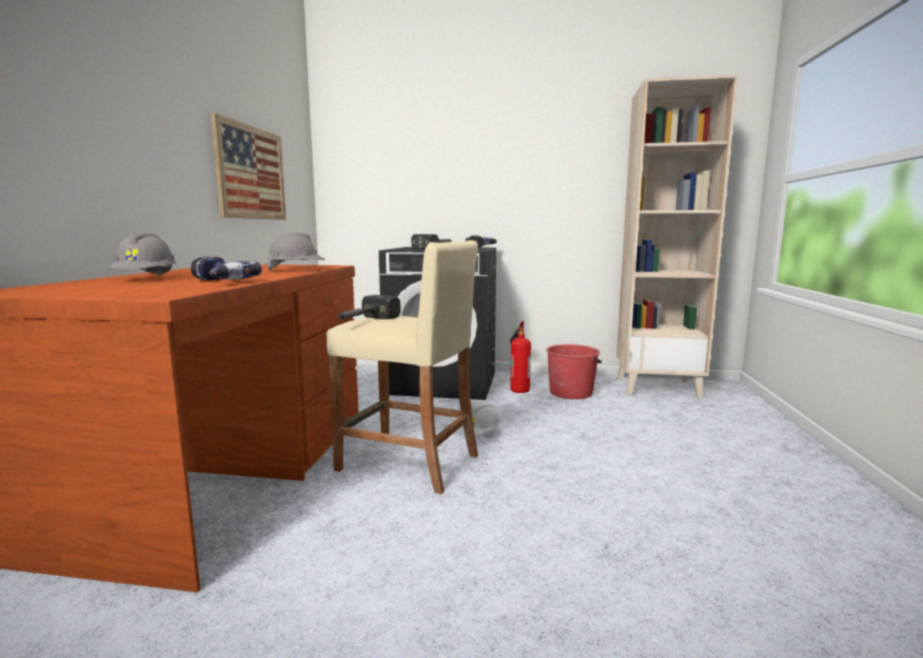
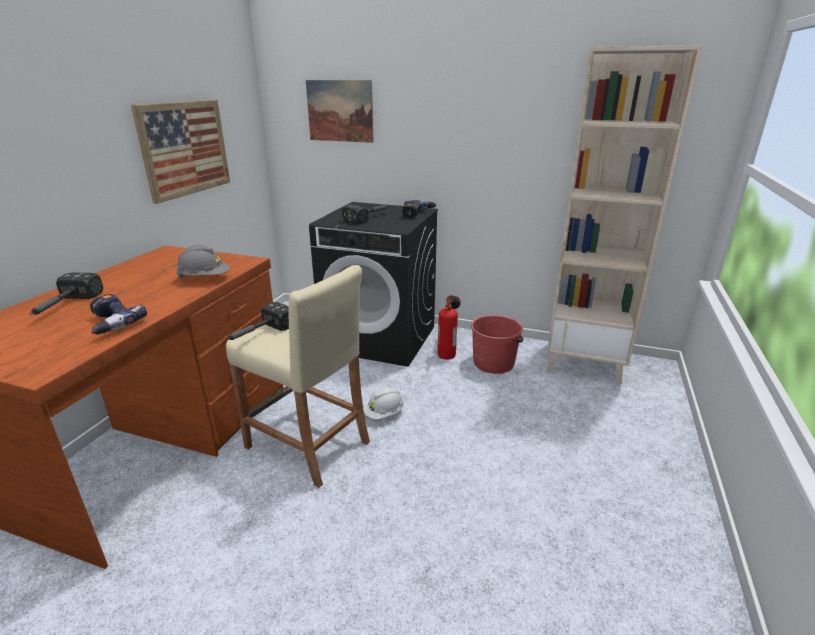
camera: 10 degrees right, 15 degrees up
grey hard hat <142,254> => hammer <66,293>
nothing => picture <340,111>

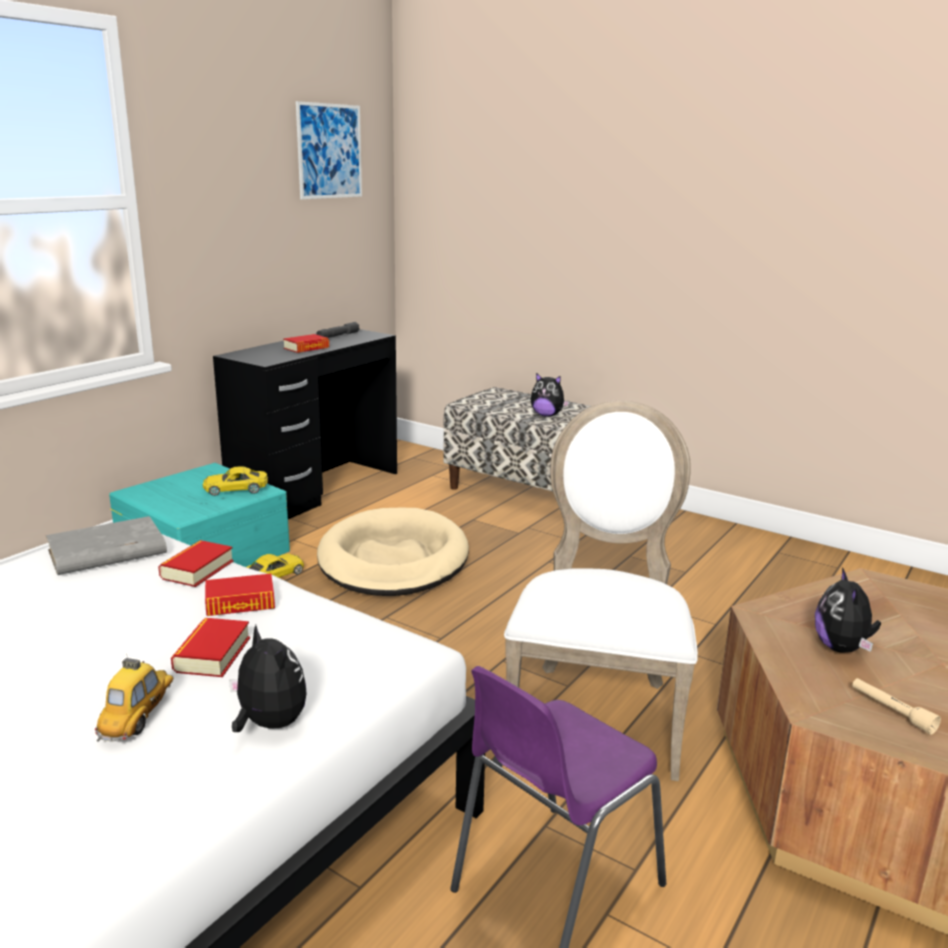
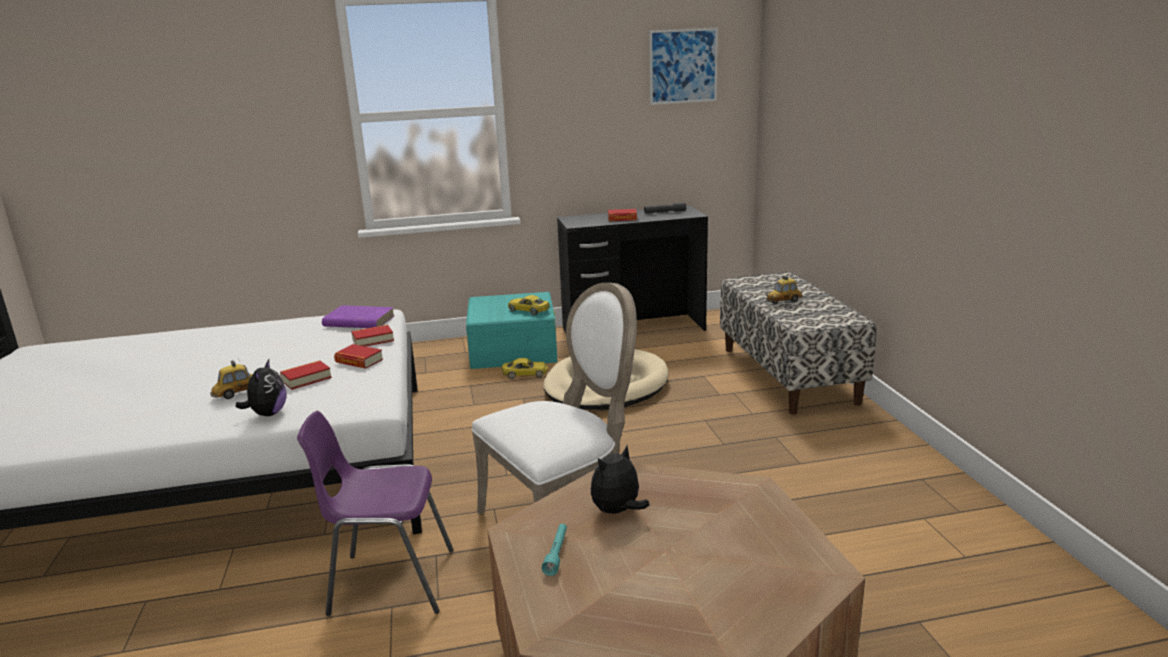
camera: 45 degrees right, 0 degrees up
plush toy <550,395> => toy car <784,289>
grey book <106,545> => purple book <358,316>
beige flashlight <896,706> => turquoise flashlight <554,550>

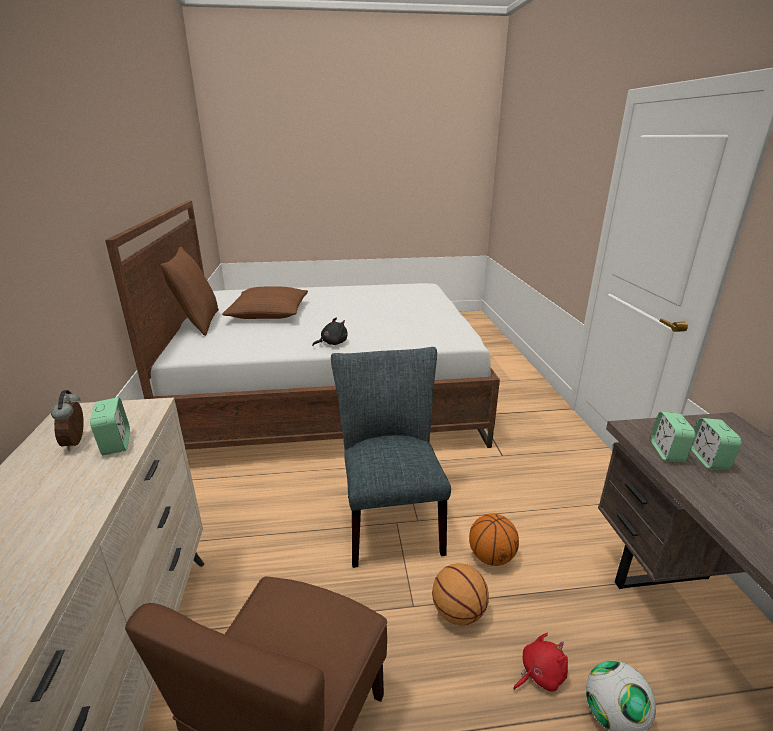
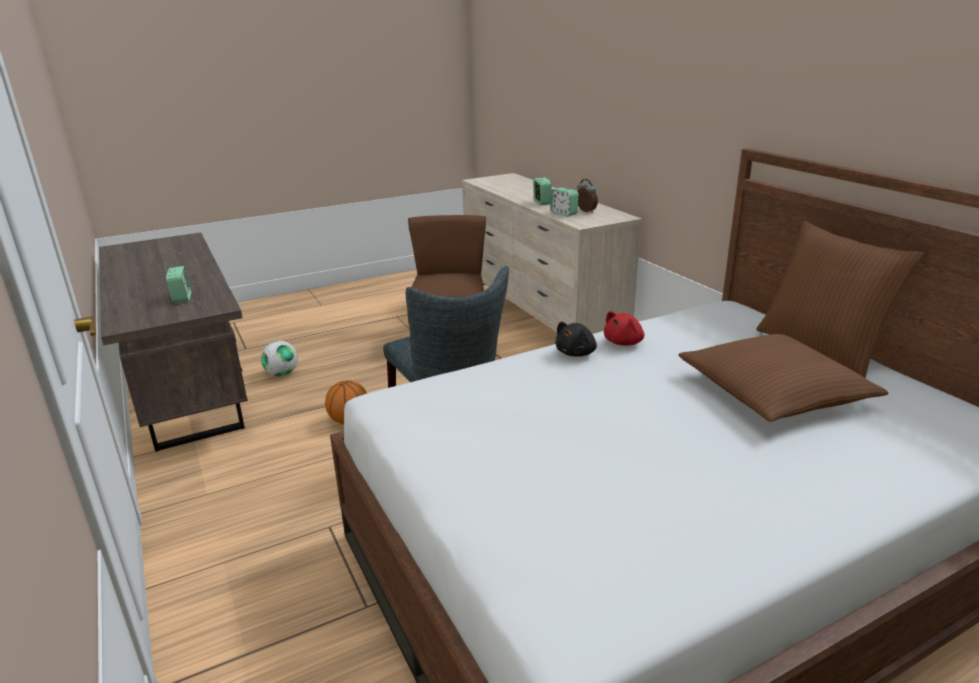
camera: 160 degrees right, 0 degrees up
alarm clock <673,437> => alarm clock <542,191>, moved
basketball <460,594> => nothing
red plush toy <540,662> => red plush toy <624,328>, moved

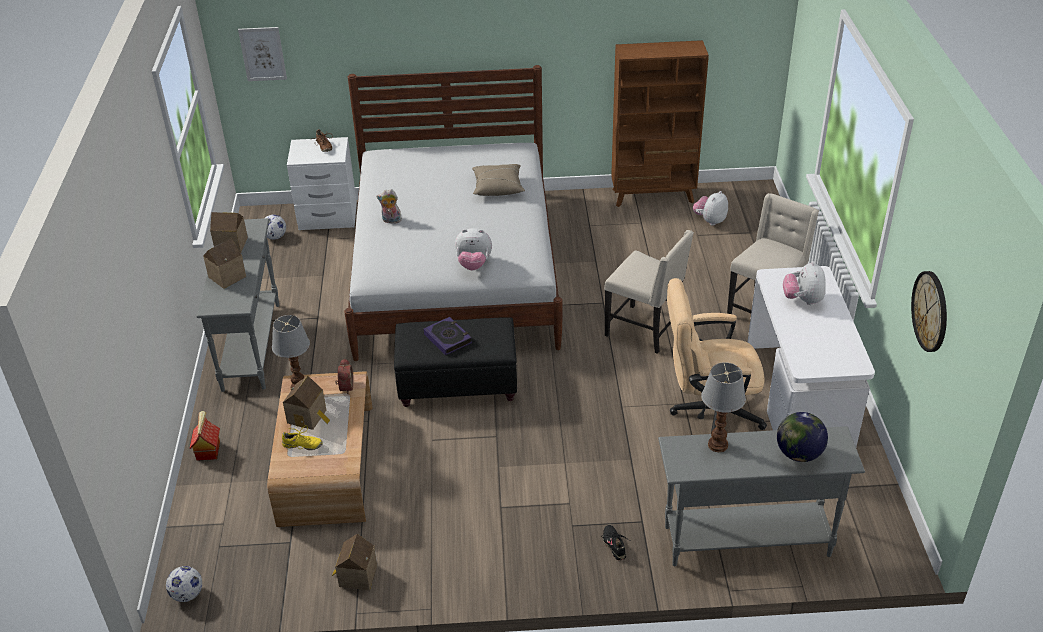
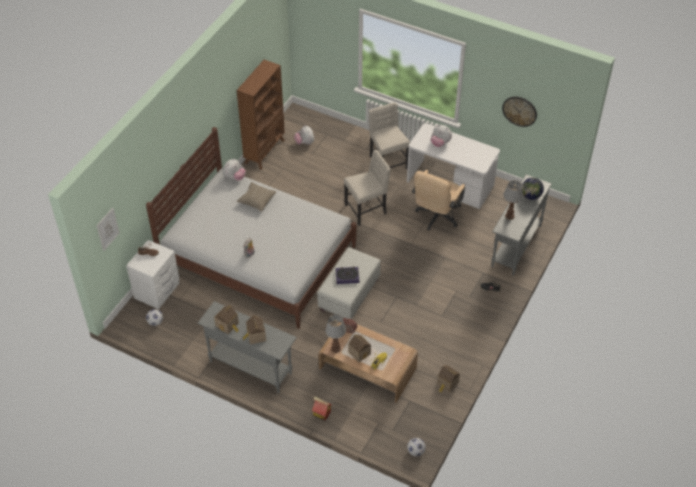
camera: 60 degrees left, 10 degrees up
plush toy <473,249> => plush toy <234,169>, moved
black ottoman <455,362> => white ottoman <349,283>

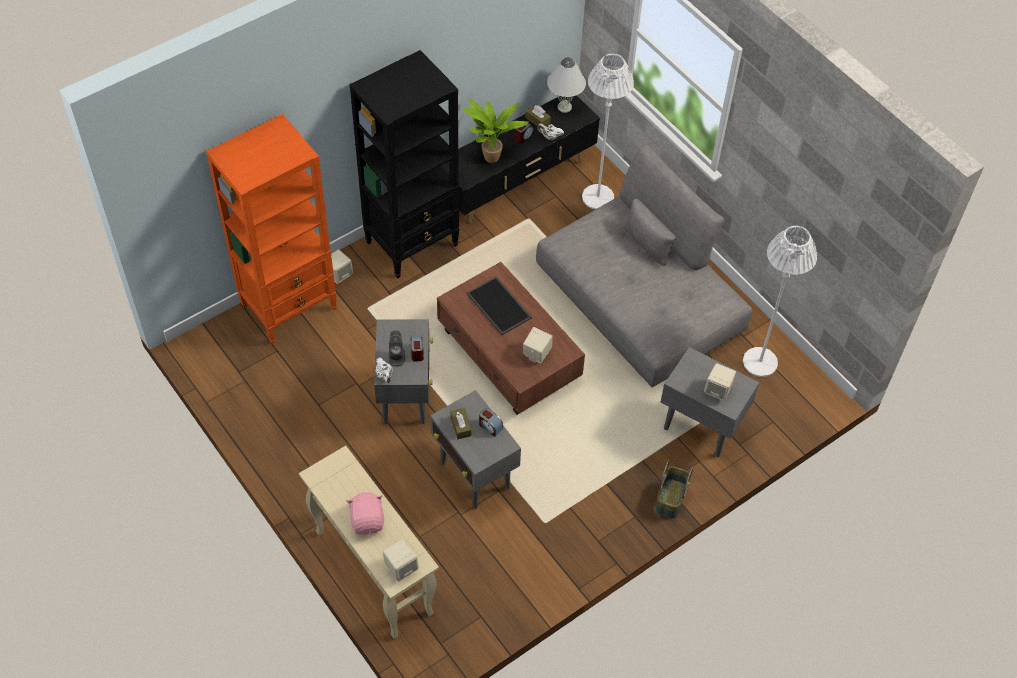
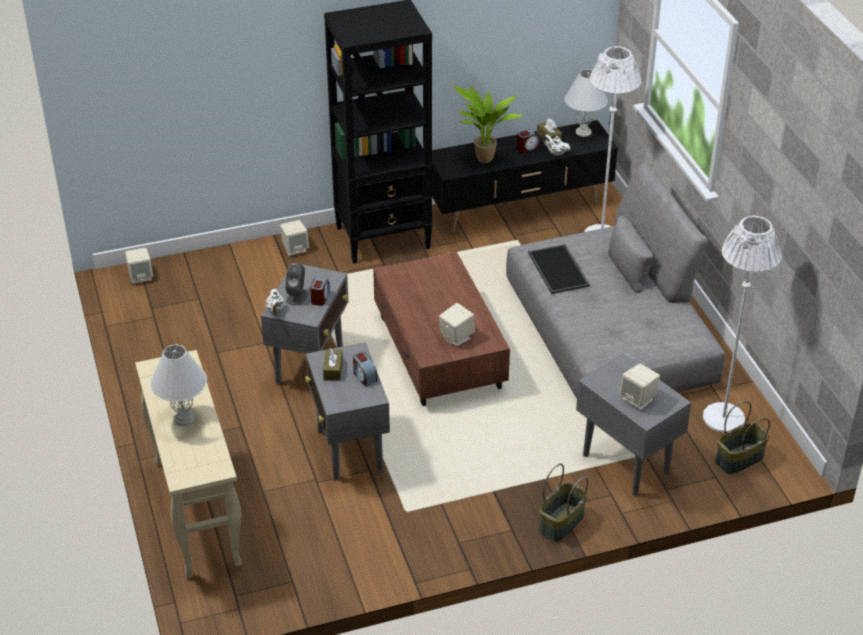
camera: 20 degrees right, 15 degrees down
orange bookcase <271,229> => nothing
tray <499,305> => tray <559,269>, moved
pink plush toy <365,513> => white table lamp <178,385>
beige speaker <401,560> => beige speaker <139,265>, moved
nothing => basket <742,437>

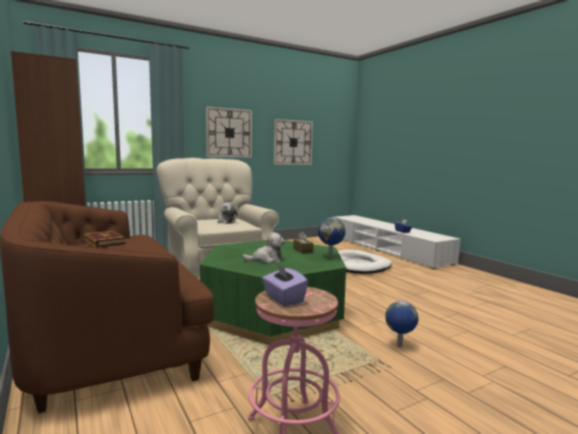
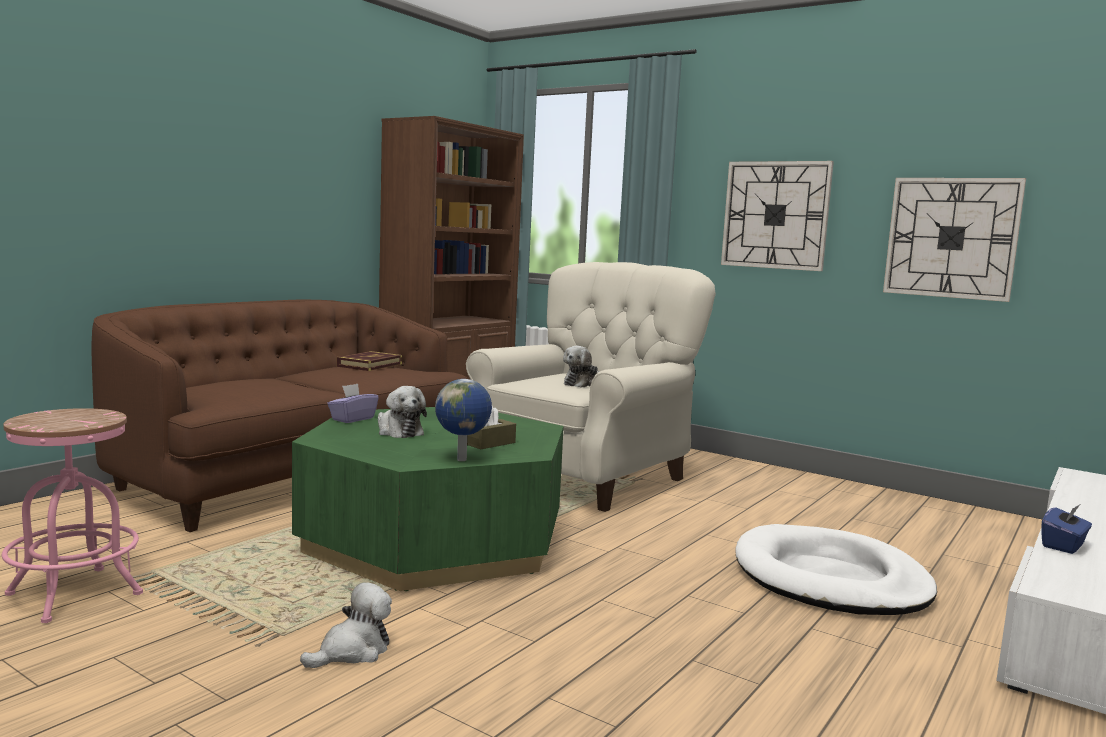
camera: 65 degrees right, 0 degrees up
purple tissue box <285,284> => purple tissue box <353,403>, moved
globe <401,324> => plush toy <346,625>

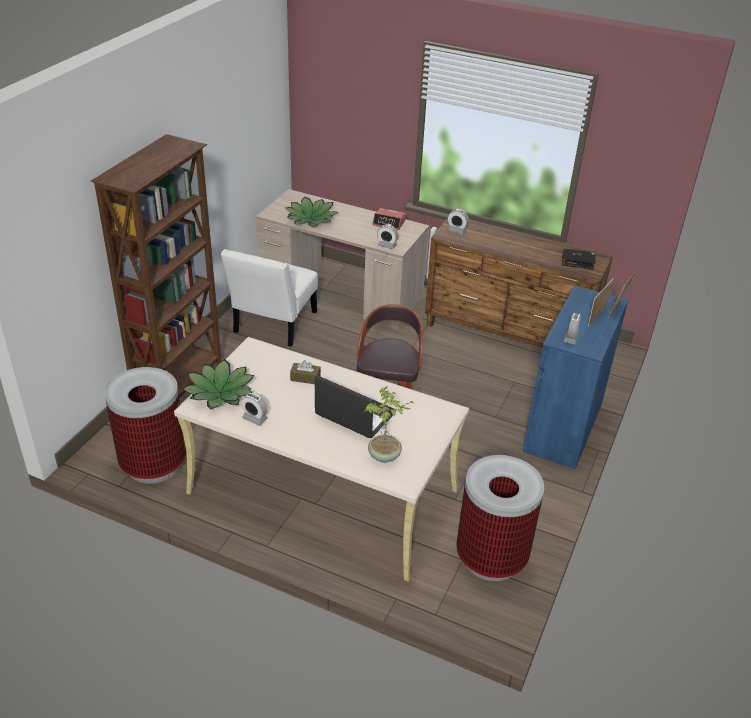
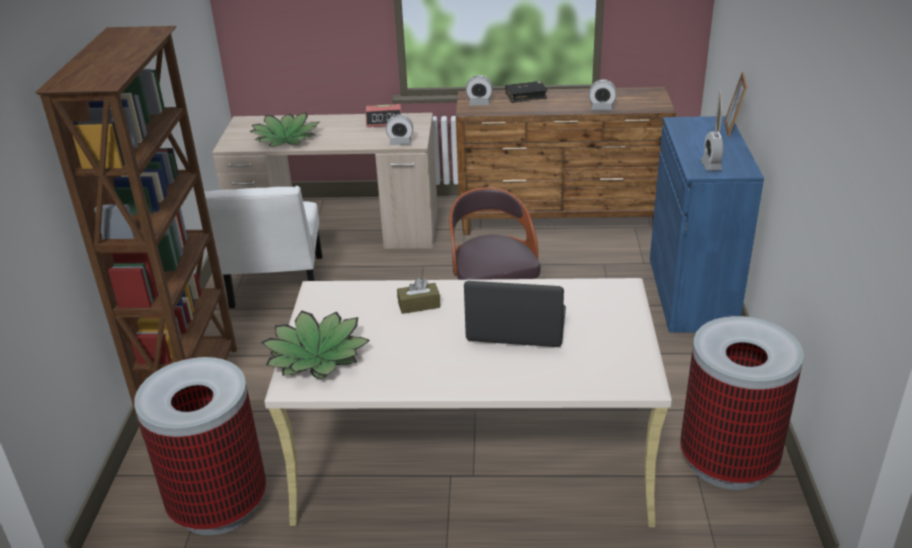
camera: 20 degrees left, 5 degrees down
black book <579,259> => black book <526,92>, moved
potted plant <389,424> => nothing
alarm clock <254,409> => alarm clock <603,95>, moved

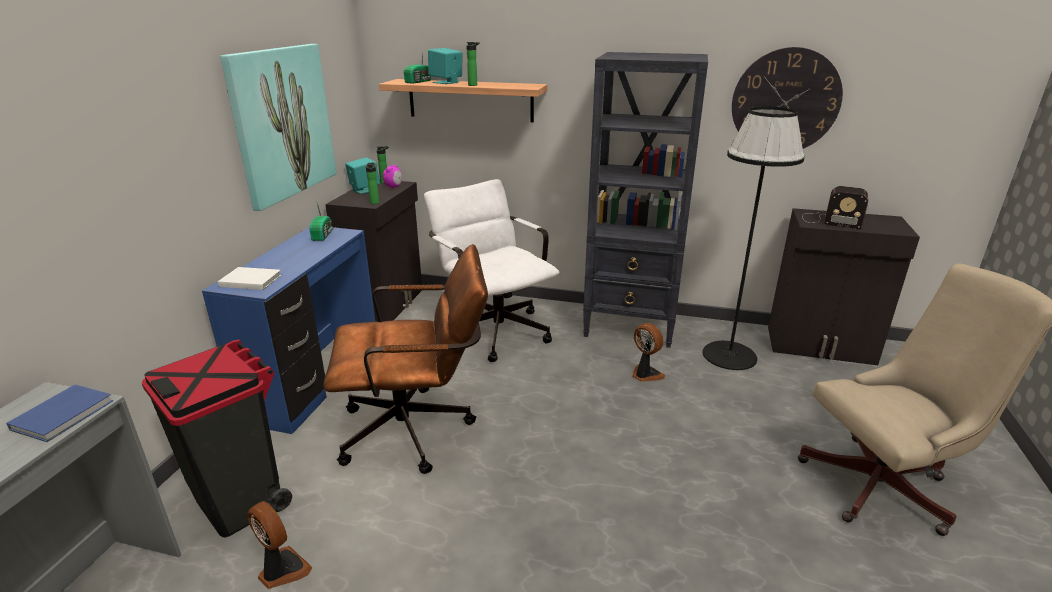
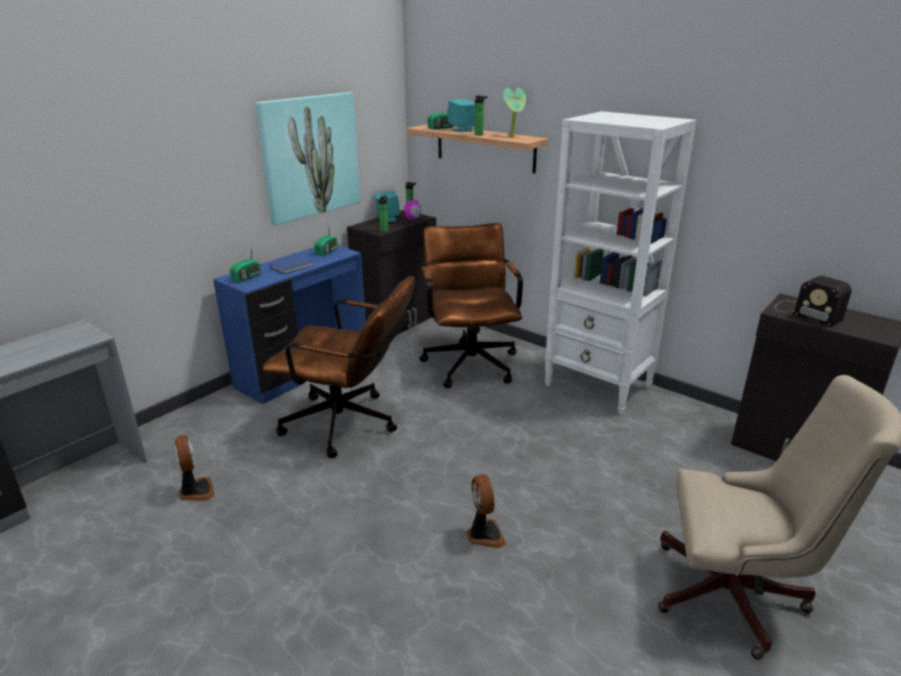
camera: 25 degrees right, 0 degrees up
wall clock <787,98> => nothing
black bookcase <645,200> => white bookcase <621,262>
black floor lamp <754,238> => nothing
white office chair <491,270> => brown office chair <471,305>
white book <249,278> => radio <245,265>
fan <648,352> => fan <486,511>, moved
black trash can <217,438> => nothing
blue book <59,413> => blue book <292,264>, moved
nothing => potted plant <514,112>

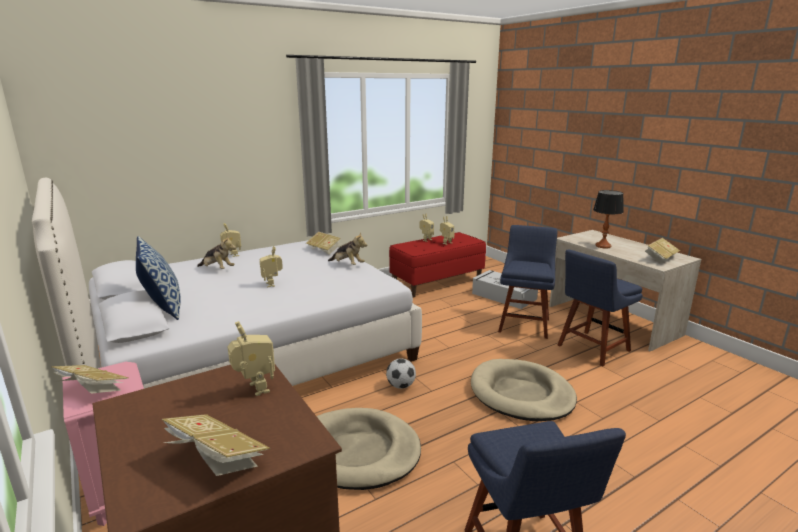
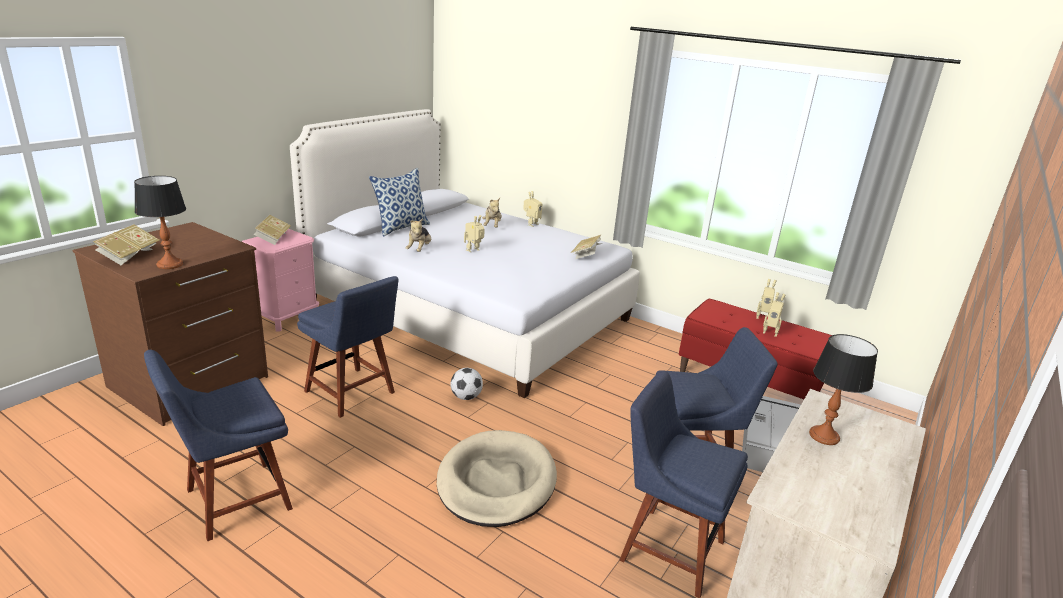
camera: 65 degrees right, 5 degrees up
plush toy <347,249> => plush toy <418,235>, moved
book <662,251> => nothing
toy robot <251,358> => nothing
beige dog bed <369,449> => blue chair <348,347>
nothing => table lamp <160,222>

